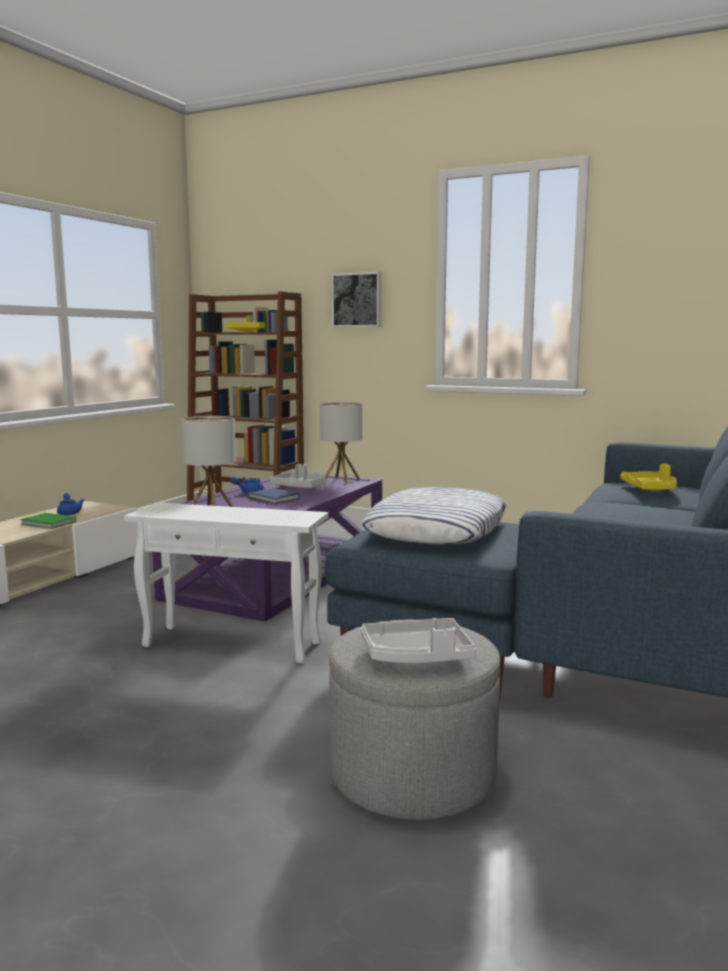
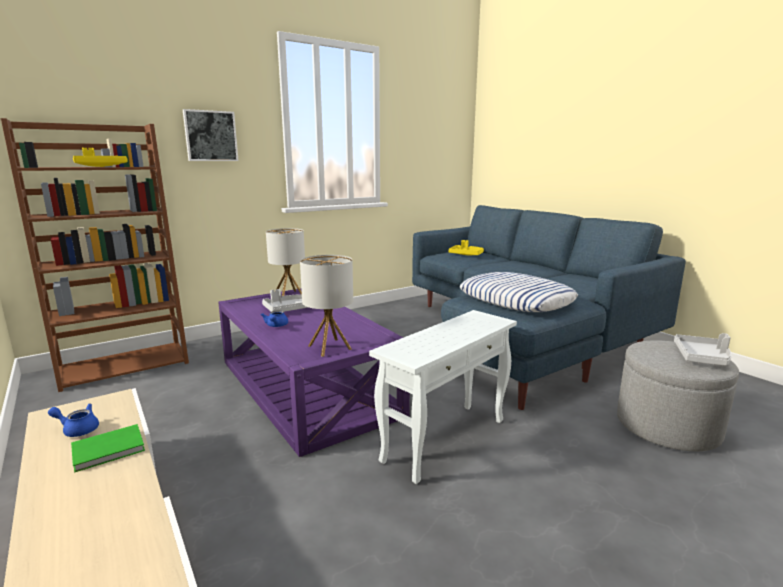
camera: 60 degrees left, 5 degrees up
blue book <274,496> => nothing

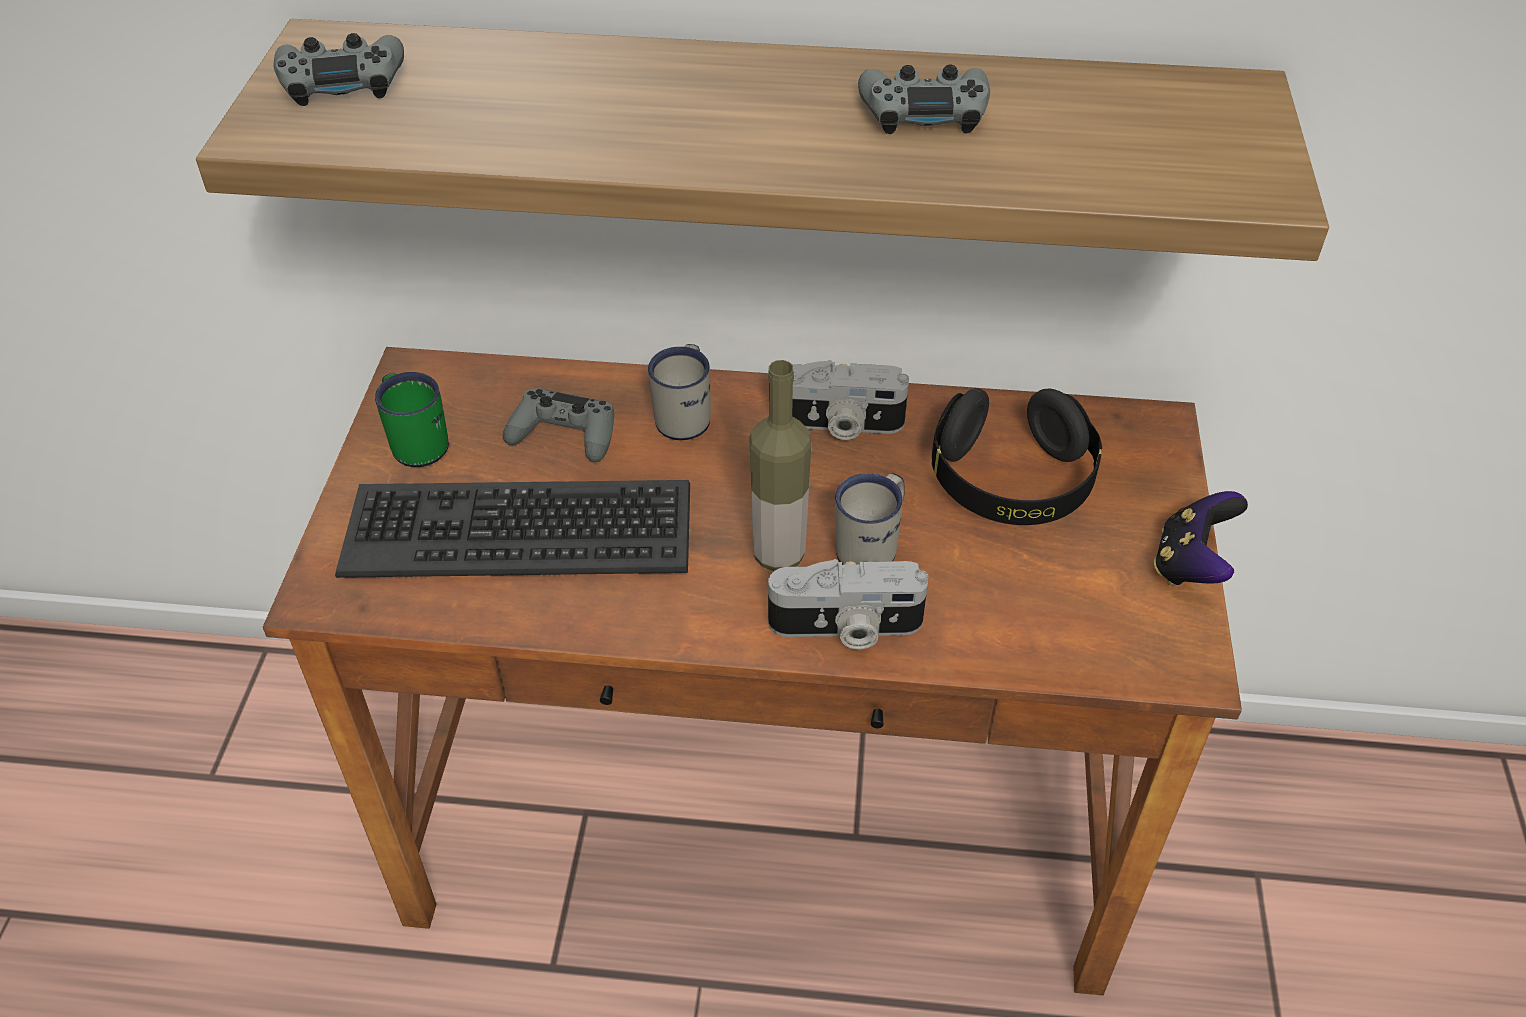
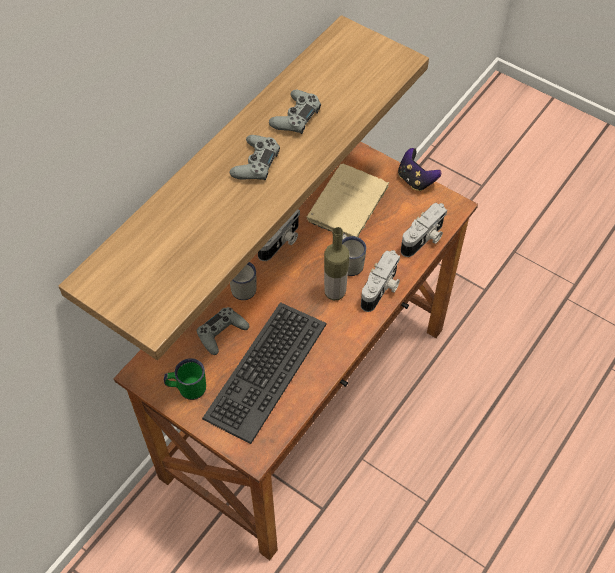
camera: 60 degrees left, 10 degrees up
grey game controller <339,69> => grey game controller <255,157>, moved
black headphones <1017,456> => beige book <348,200>
nothing => photo camera <424,230>

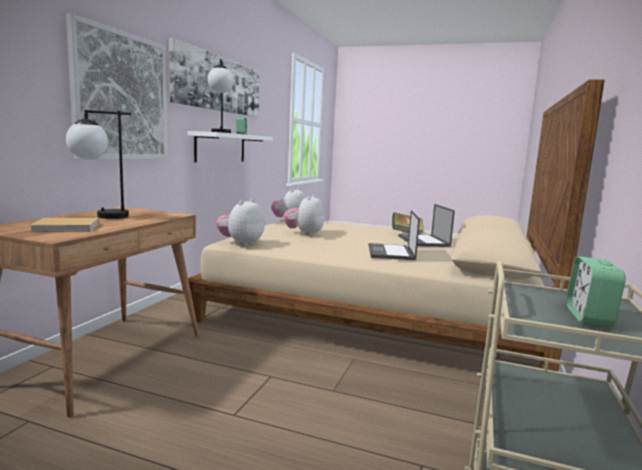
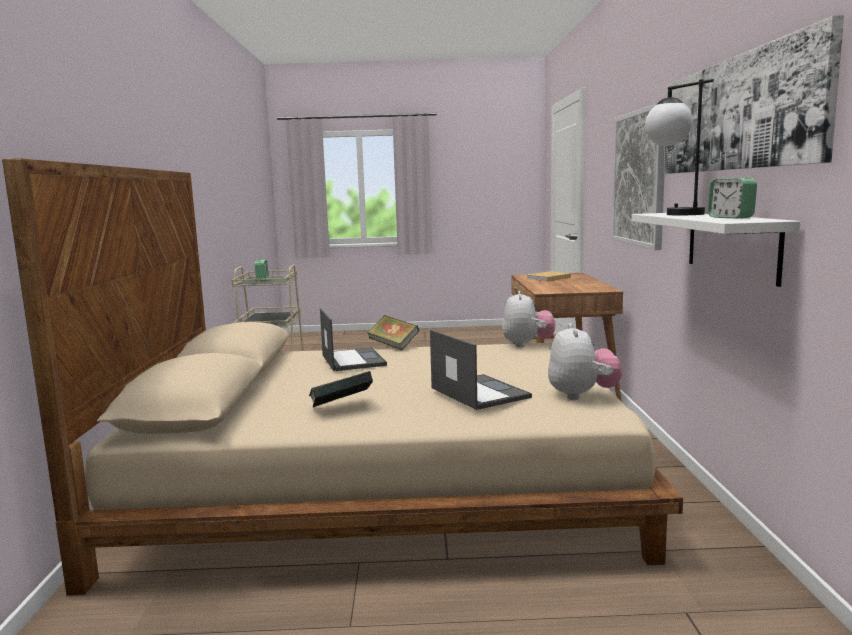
camera: 160 degrees right, 0 degrees up
table lamp <98,164> => nothing
plush toy <304,215> => nothing
laptop <426,225> => laptop <481,370>, moved
nothing => book <393,332>

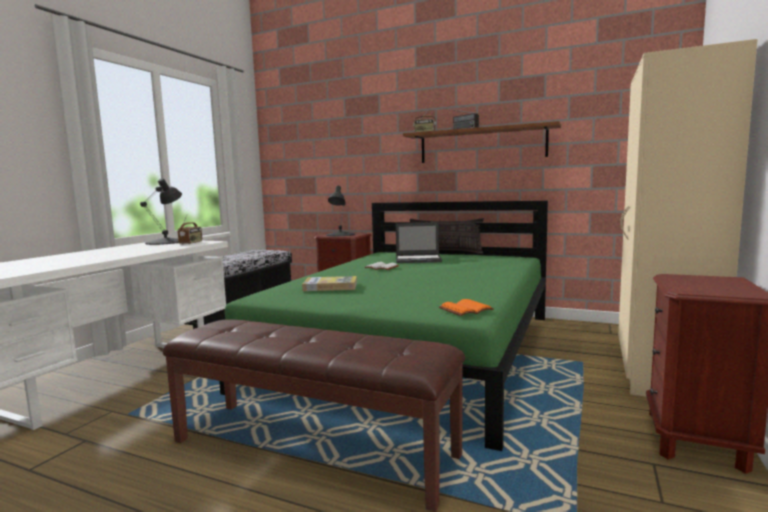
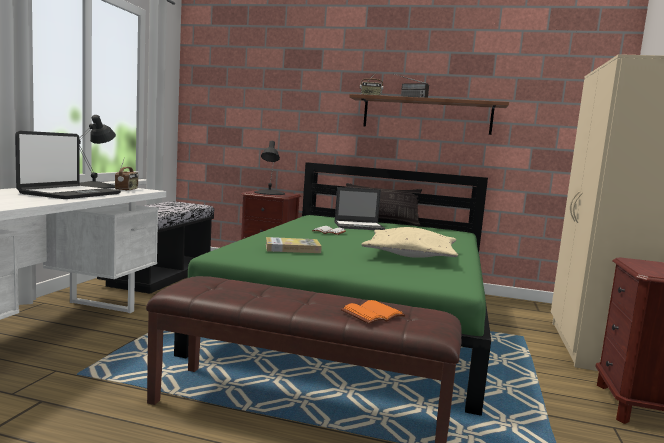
camera: 10 degrees left, 0 degrees up
orange book <466,307> => orange book <373,312>, moved
nothing => laptop <68,165>
nothing => beige pillow <410,242>

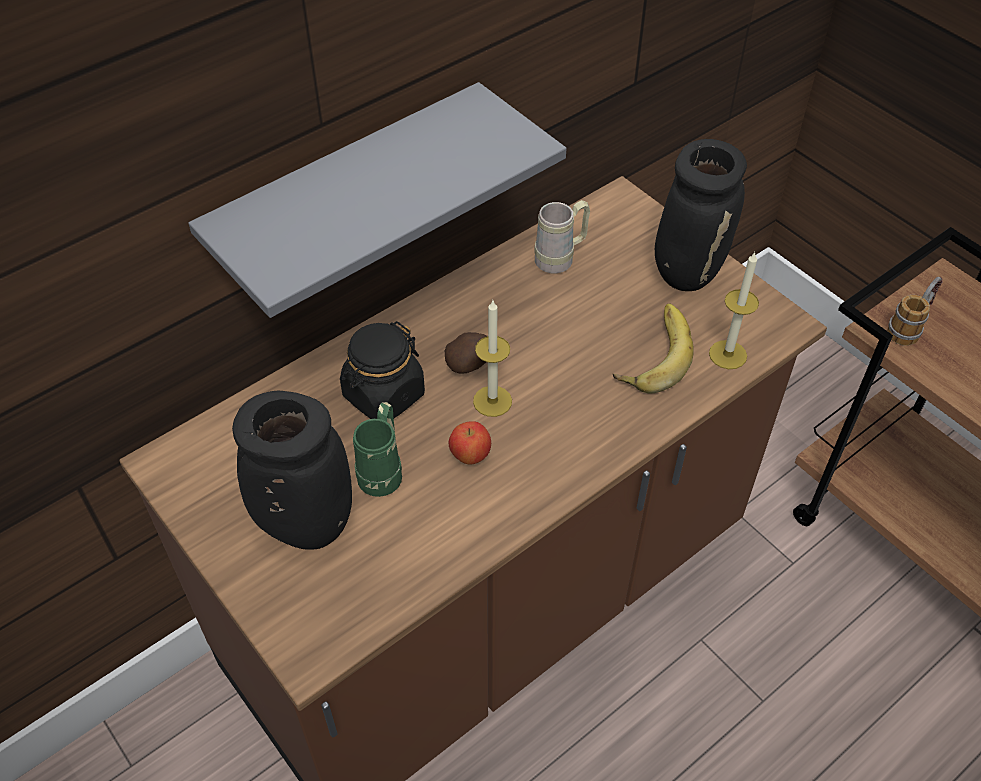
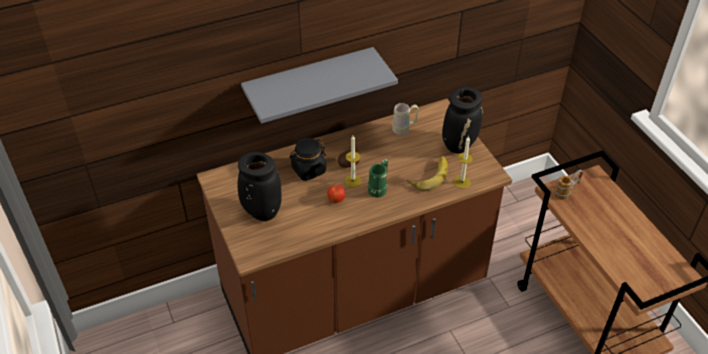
camera: 15 degrees right, 5 degrees down
green mug <377,449> => green mug <378,178>, moved

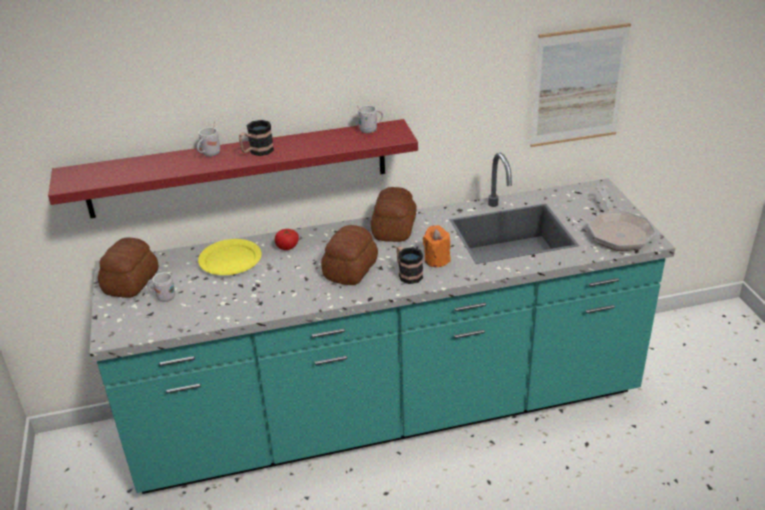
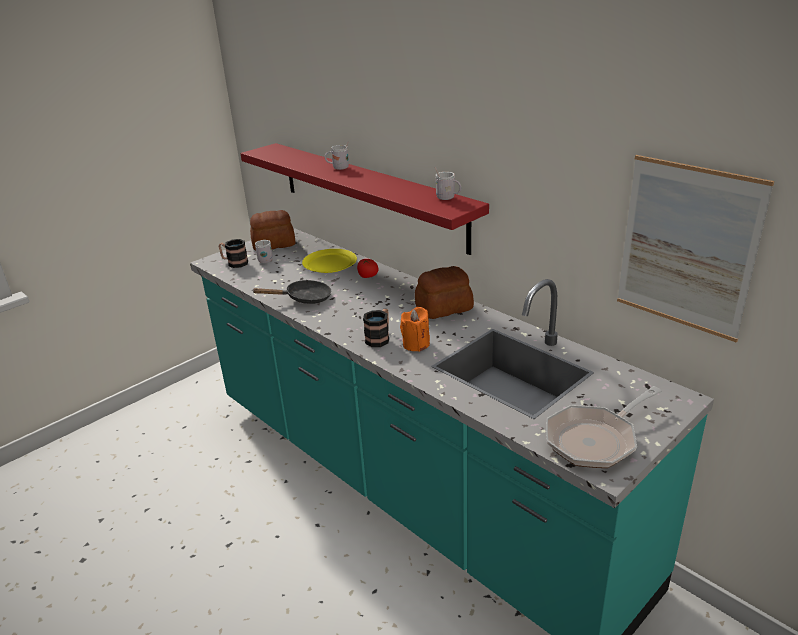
camera: 60 degrees right, 5 degrees down
mug <256,138> => mug <233,253>, moved
bread <349,255> => nothing
nothing => black frying pan <291,292>

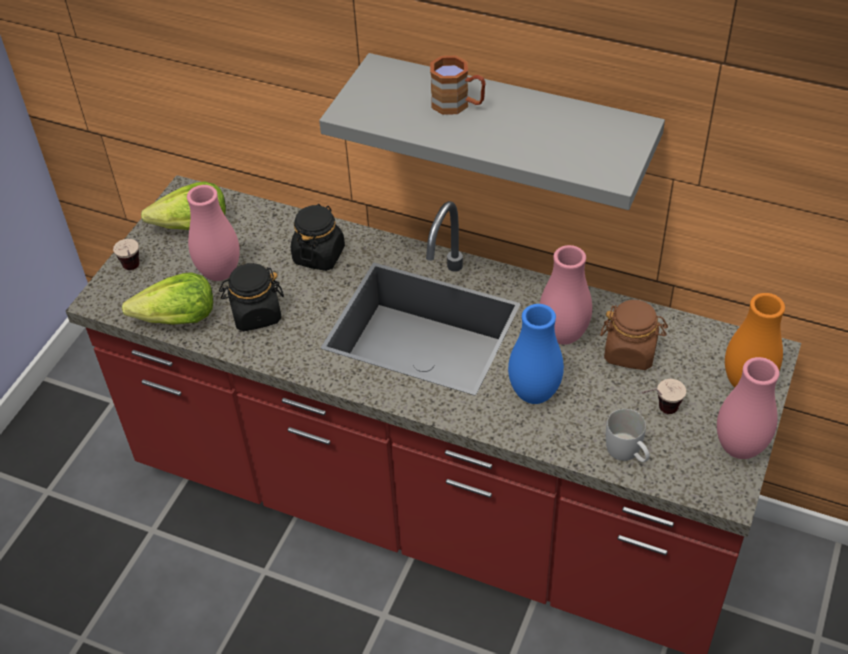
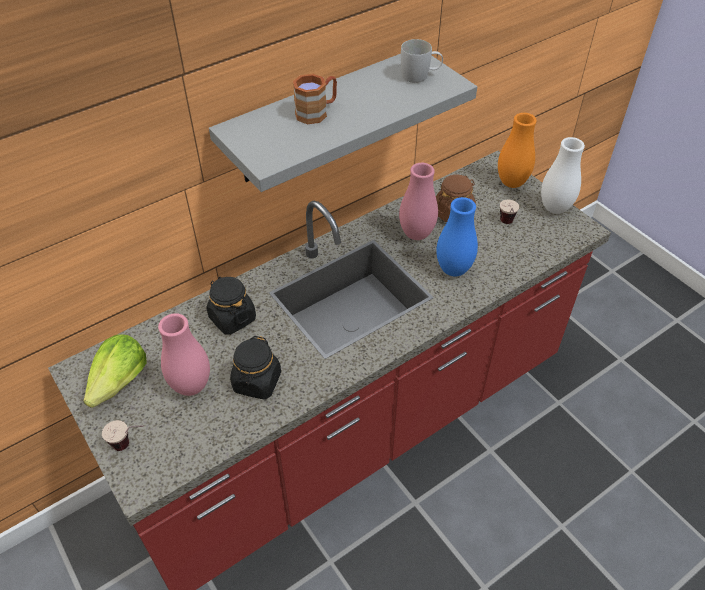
camera: 60 degrees left, 0 degrees up
lettuce <167,298> => nothing
pink vase <748,408> => white vase <563,175>
white mug <628,435> => white mug <422,61>, moved

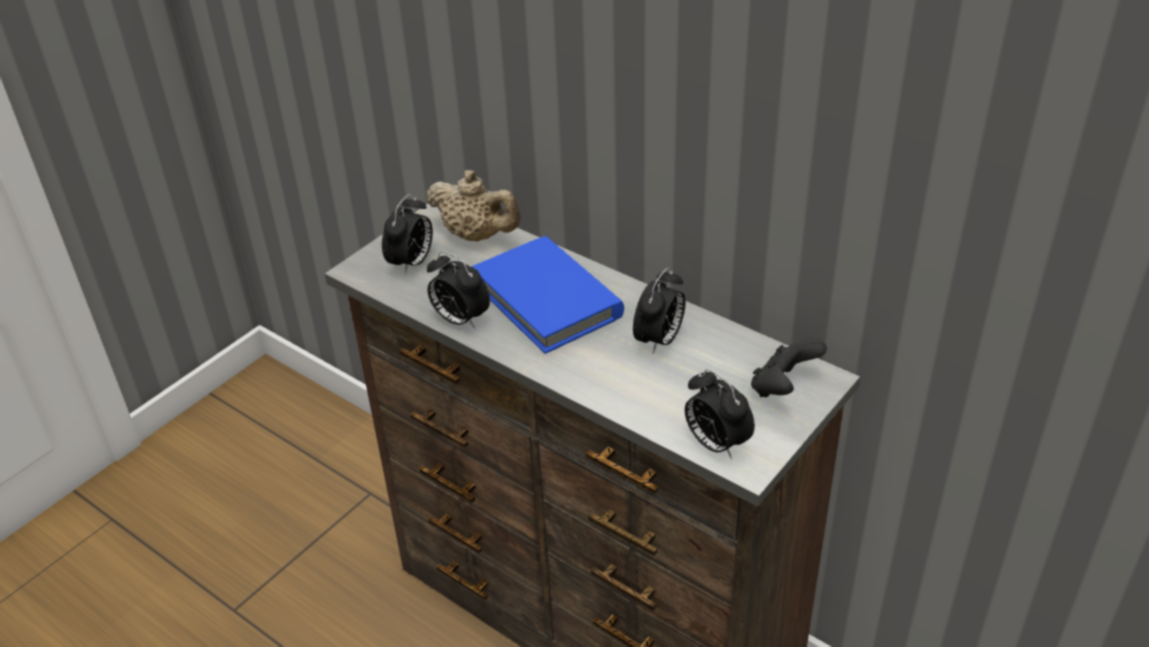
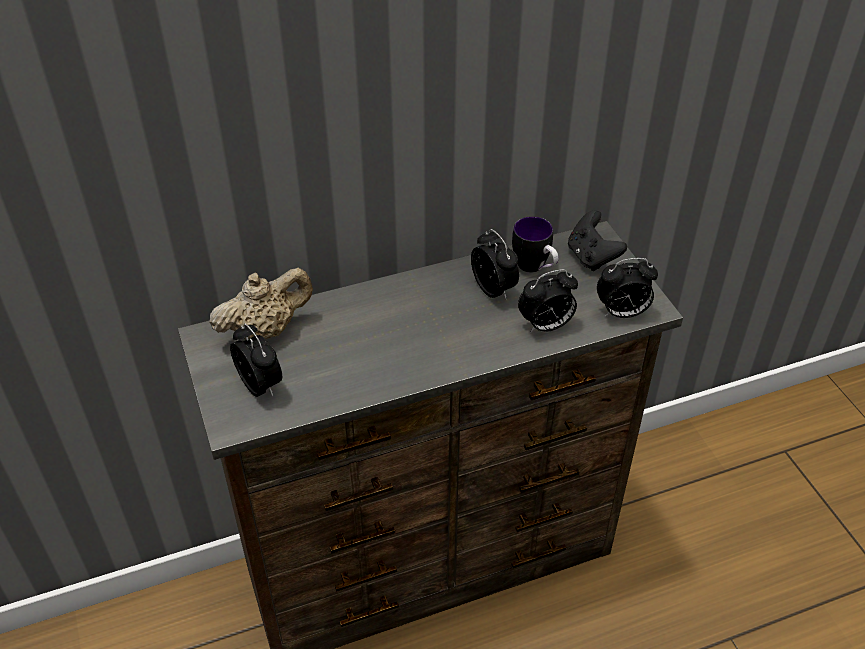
camera: 60 degrees left, 5 degrees up
blue book <548,295> => nothing
alarm clock <458,290> => alarm clock <548,301>, moved
nothing => mug <535,244>

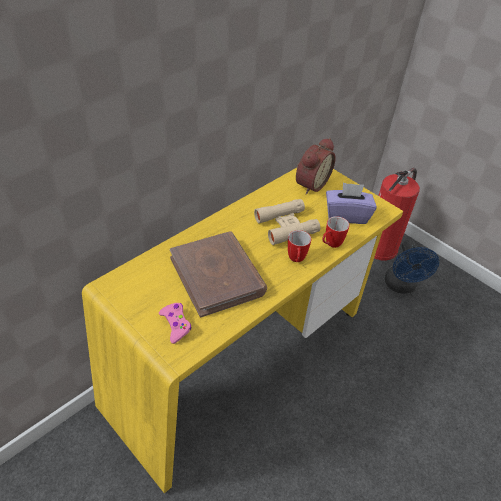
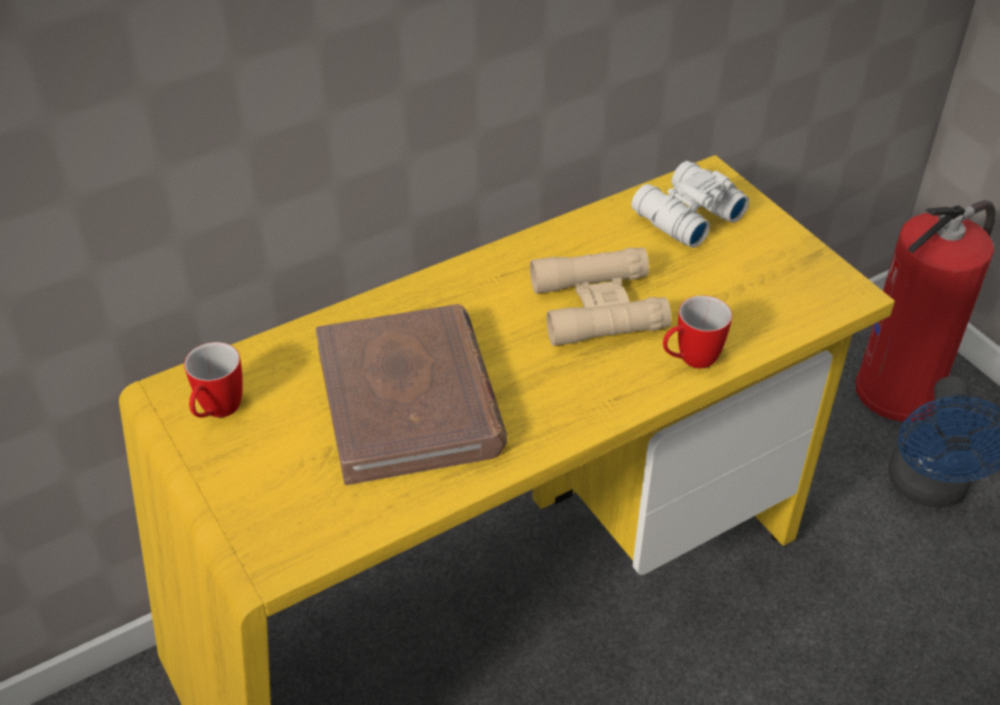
camera: 15 degrees right, 0 degrees up
alarm clock <316,166> => white binoculars <690,204>
purple tissue box <351,203> => nothing
mug <299,246> => mug <213,379>, moved
pink game controller <175,323> => nothing

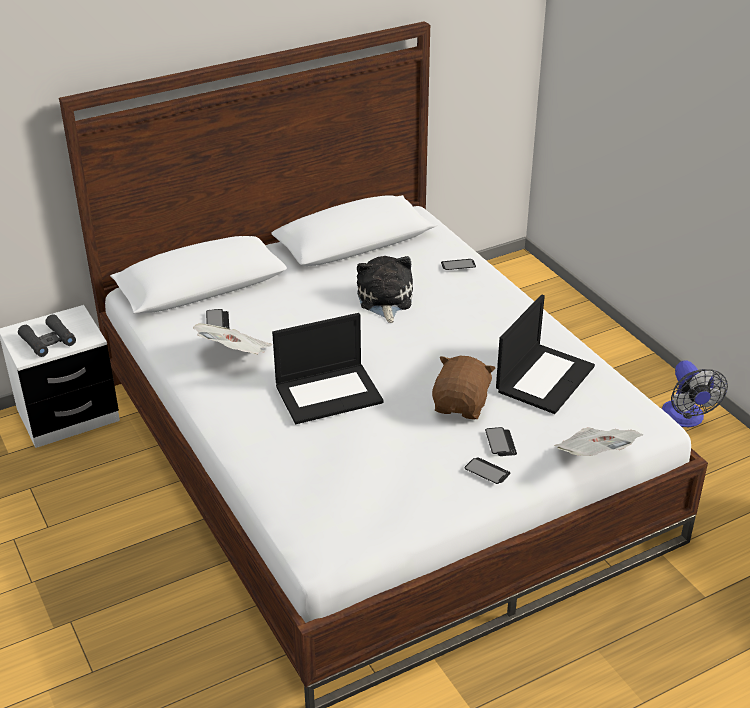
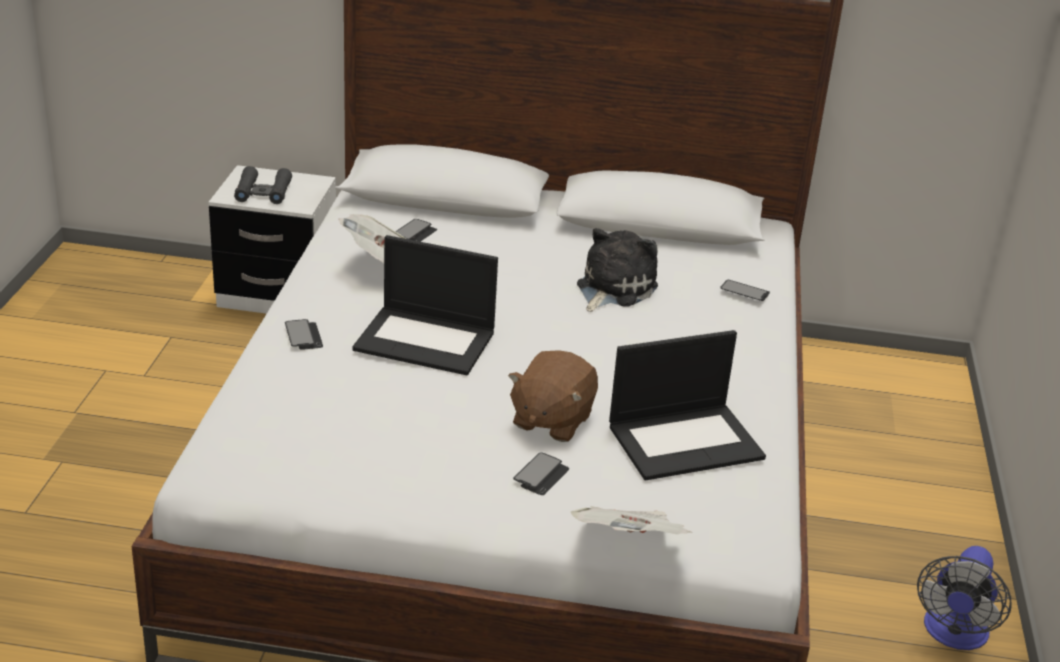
camera: 35 degrees right, 5 degrees down
brown plush toy <464,387> => brown plush toy <553,396>, 150 degrees clockwise
phone <487,470> => phone <304,334>, moved

